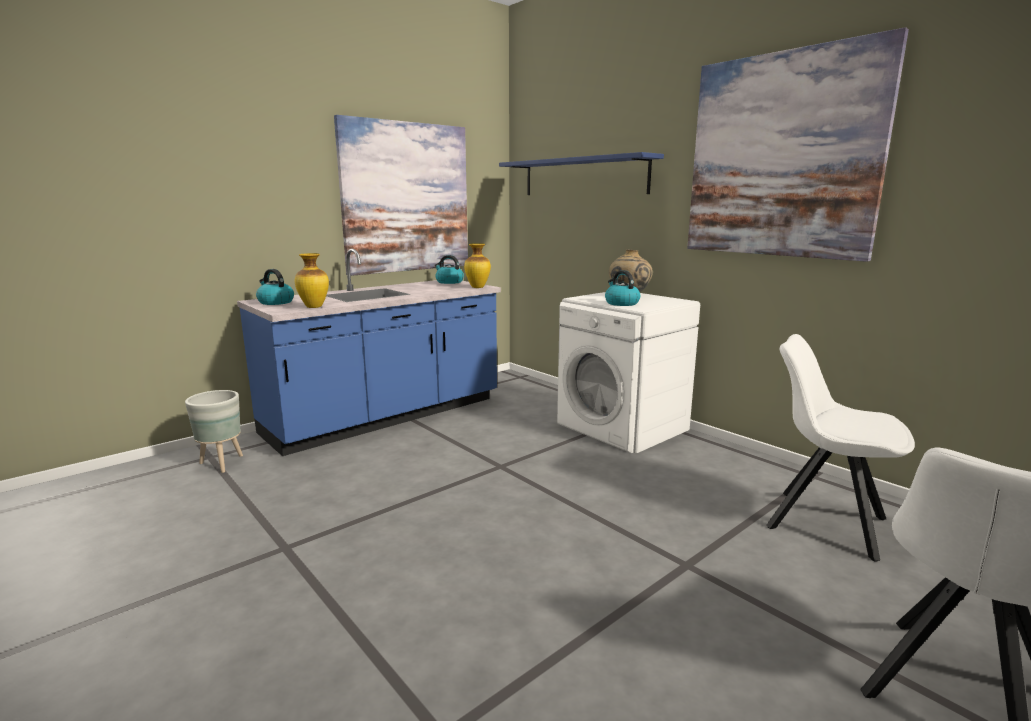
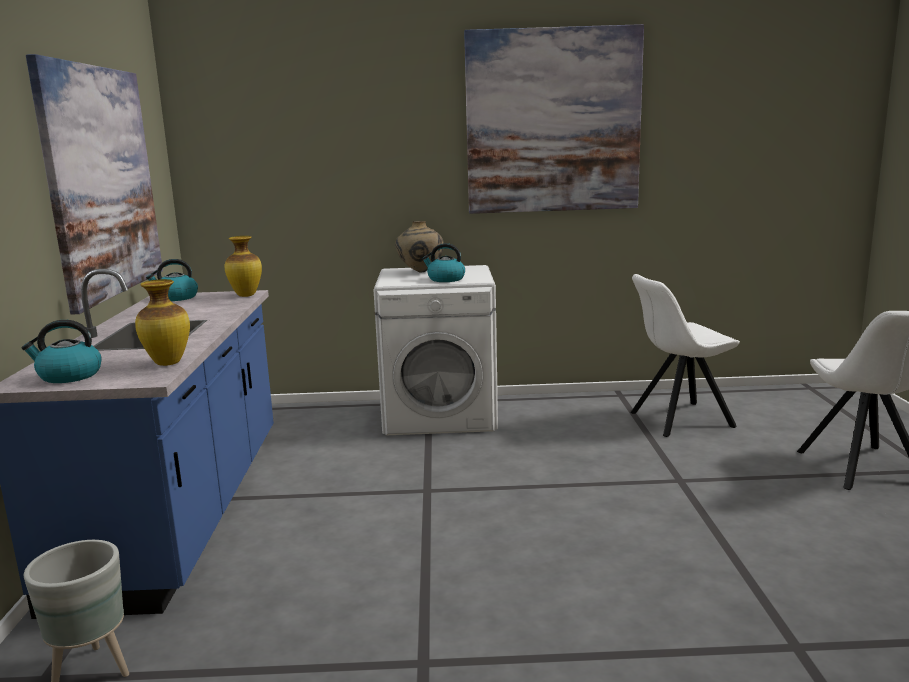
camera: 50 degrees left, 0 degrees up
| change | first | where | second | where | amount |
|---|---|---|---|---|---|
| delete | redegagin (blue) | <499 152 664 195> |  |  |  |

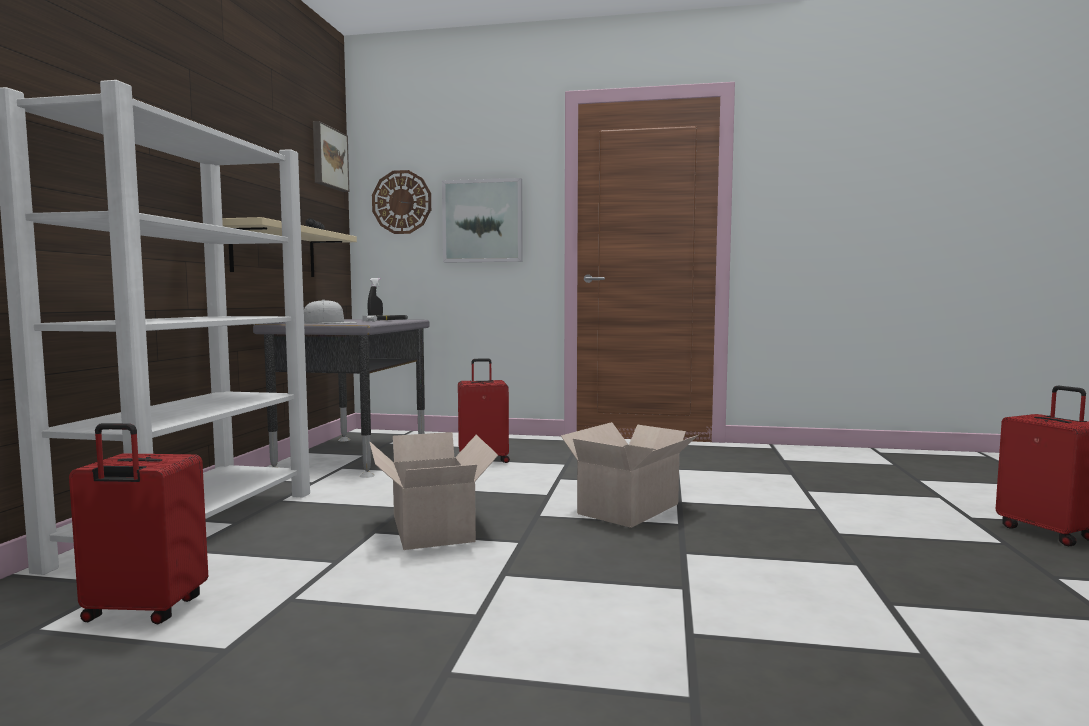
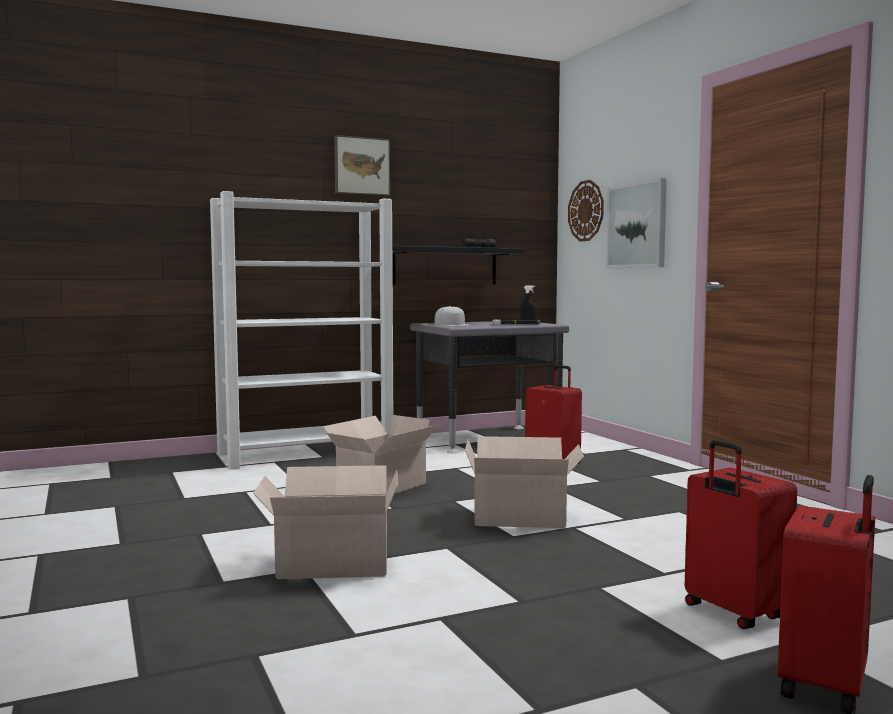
camera: 55 degrees right, 0 degrees up
| change | first | where | second | where | amount |
|---|---|---|---|---|---|
| move | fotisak | <313 121 349 192> |  | <334 135 390 196> |  |
| recolor | redegagin (beige) | <222 217 357 277> | redegagin (black) | <379 246 524 285> |  |
| move | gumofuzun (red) | <69 423 208 624> |  | <685 440 797 629> |  |
| insert |  |  | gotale | <253 465 398 579> |  |

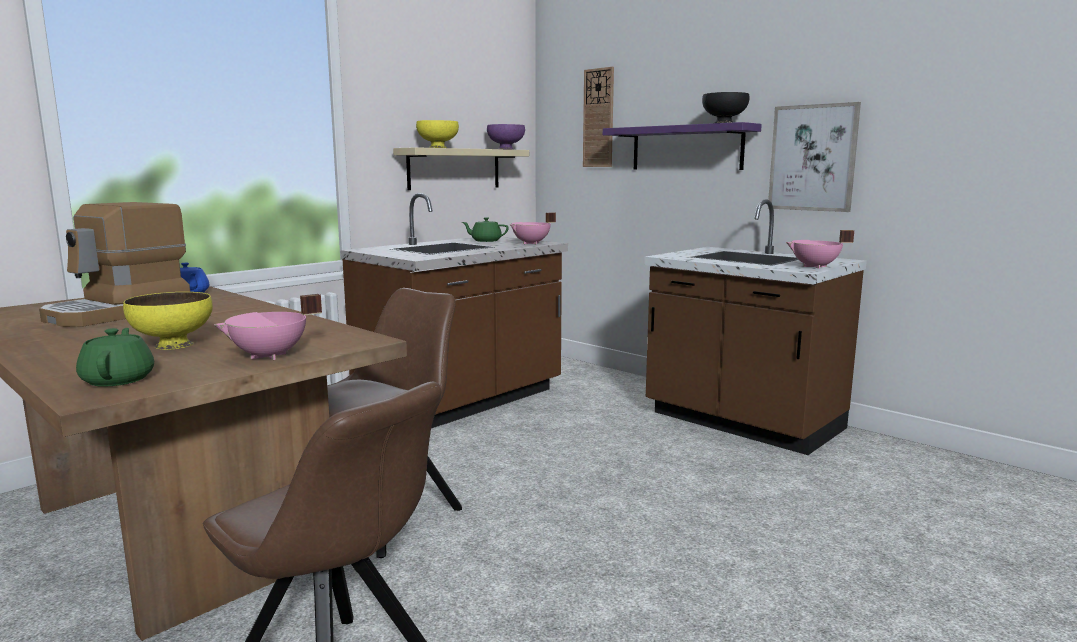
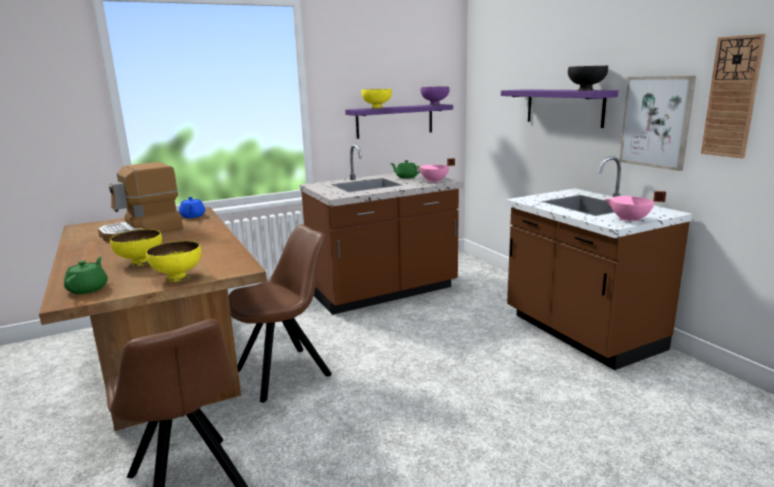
camera: 20 degrees right, 5 degrees up
| change | first | where | second | where | amount |
|---|---|---|---|---|---|
| move | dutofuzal | <583 67 614 167> |  | <701 34 766 158> |  |
| recolor | redegagin (beige) | <393 147 529 190> | redegagin (purple) | <345 104 453 139> |  |
| replace | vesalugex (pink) | <214 294 322 360> | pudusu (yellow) | <146 241 201 282> |  |

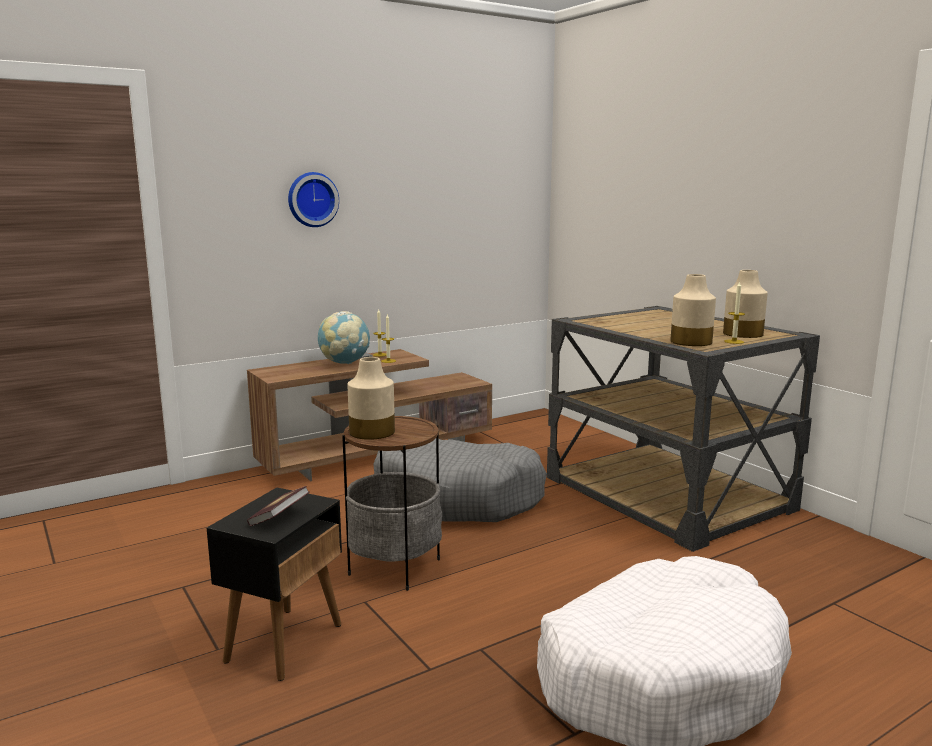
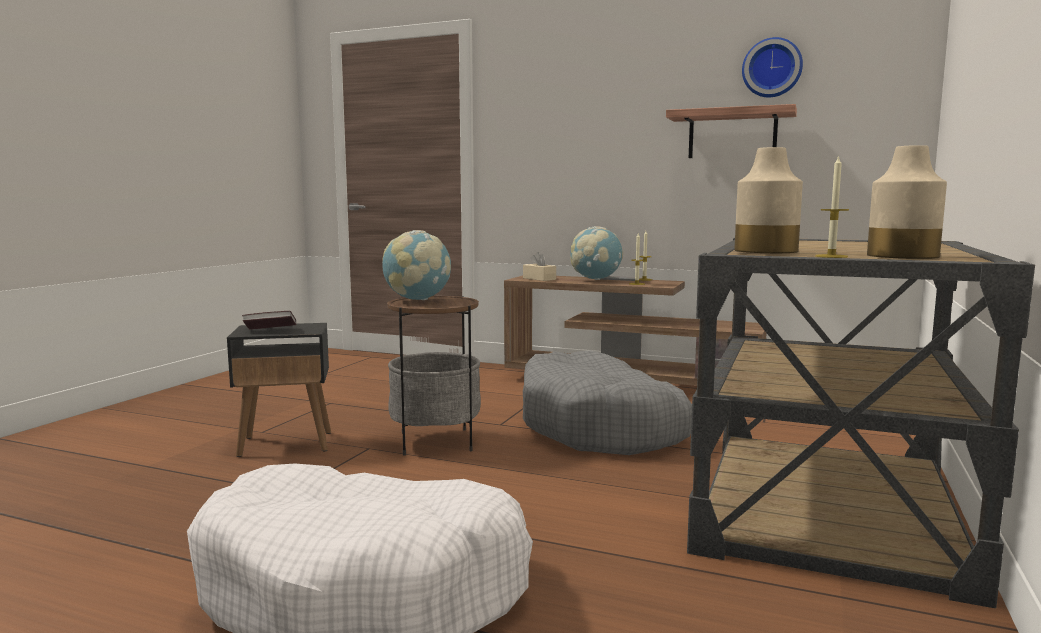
camera: 55 degrees right, 5 degrees down
| change | first | where | second | where | amount |
|---|---|---|---|---|---|
| move | dutofuzal | <288 172 339 227> |  | <742 37 803 97> |  |
| replace | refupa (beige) | <347 357 395 440> | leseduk | <382 230 451 300> |  |
| insert |  |  | redegagin | <666 104 797 158> |  |
| insert |  |  | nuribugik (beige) | <523 252 556 281> |  |

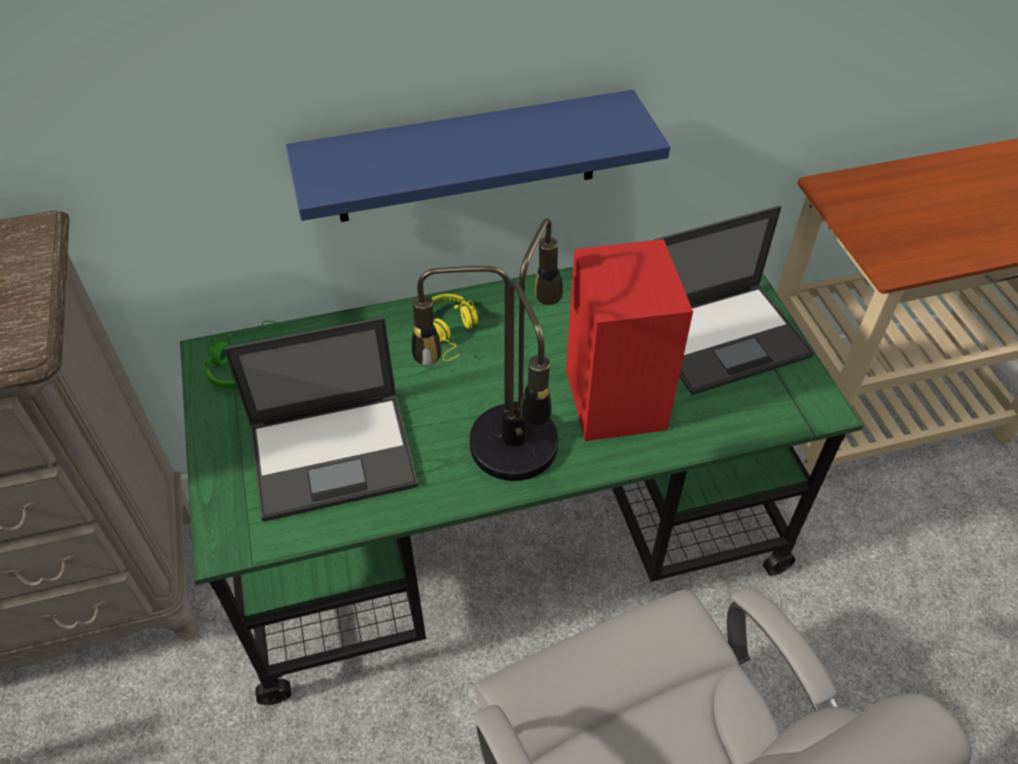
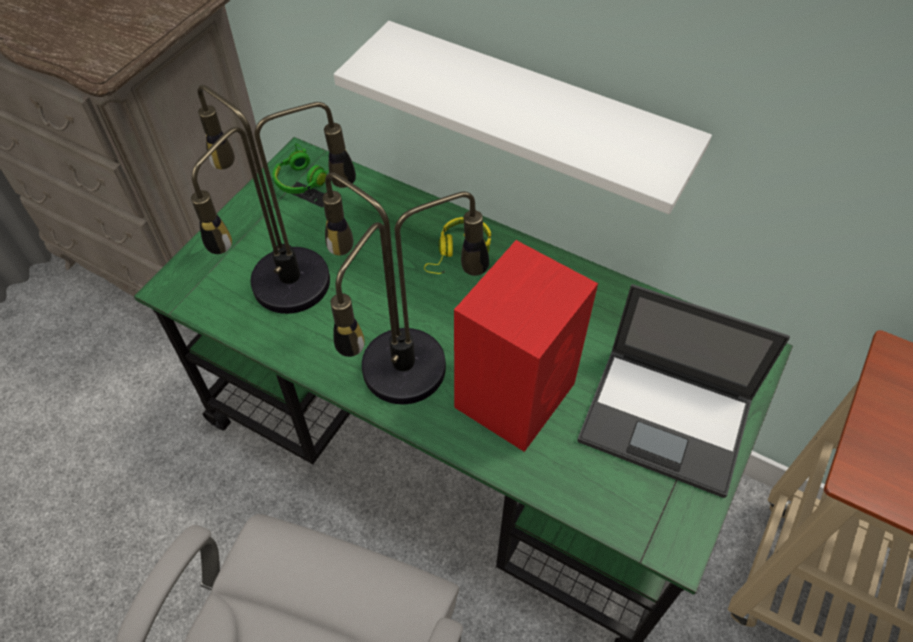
camera: 45 degrees right, 5 degrees up
| change | first | where | second | where | amount |
|---|---|---|---|---|---|
| recolor | redegagin (blue) | <286 90 670 222> | redegagin (white) | <334 21 712 214> |  |
| replace | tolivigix | <224 317 418 522> | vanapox | <191 85 356 314> |  |

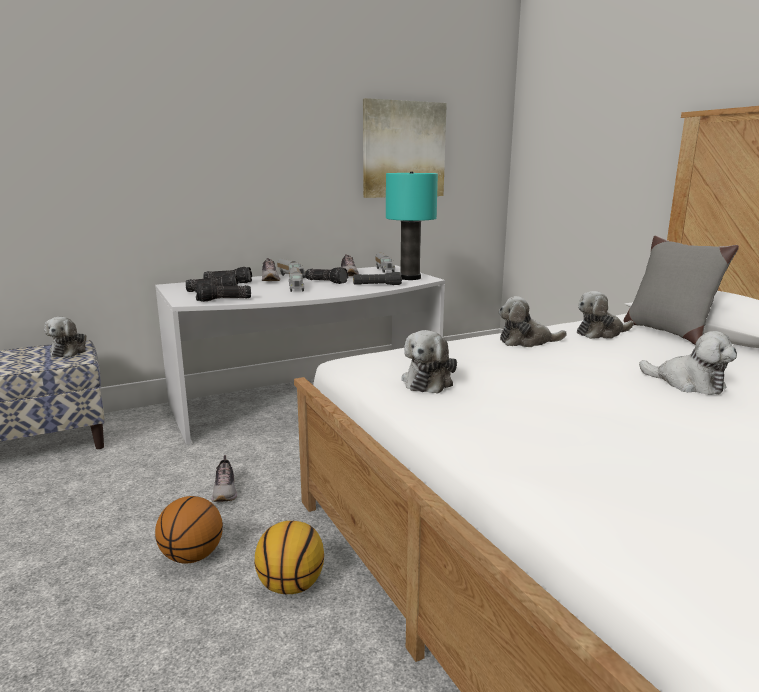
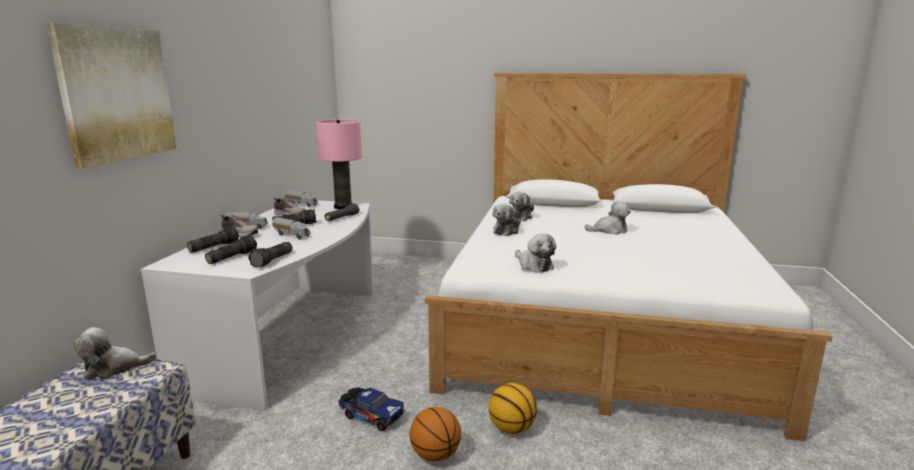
camera: 50 degrees left, 0 degrees up
| change | first | where | second | where | amount |
|---|---|---|---|---|---|
| move | fotisak | <363 98 447 198> |  | <47 22 176 168> |  |
| recolor | vanapox (turquoise) | <386 172 438 280> | vanapox (pink) | <316 119 362 209> |  |
| delete | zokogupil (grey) | <624 235 739 345> |  |  |  |
| rotate | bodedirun | <44 317 87 357> |  | <74 327 157 379> | 120 degrees clockwise |
| replace | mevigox | <211 455 237 502> | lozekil | <338 387 404 431> |  |

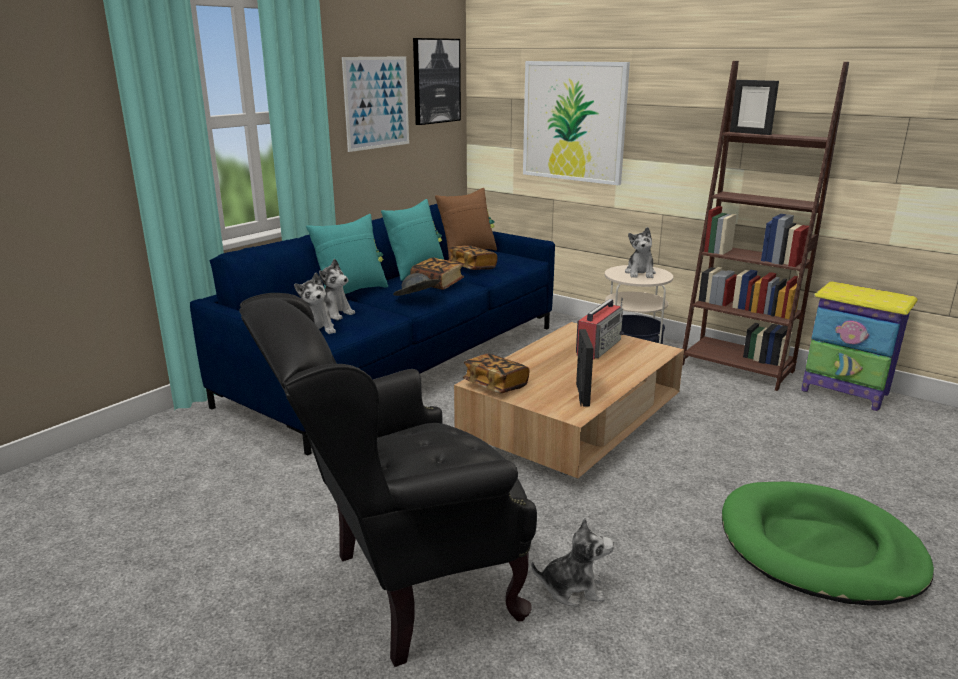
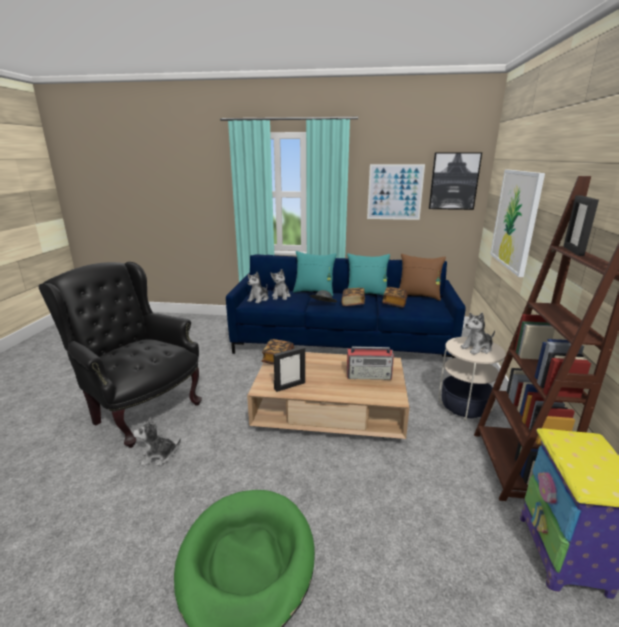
camera: 60 degrees right, 0 degrees up
| change | first | where | second | where | amount |
|---|---|---|---|---|---|
| rotate | bodedirun | <531 518 614 607> |  | <133 417 181 466> | 105 degrees clockwise |

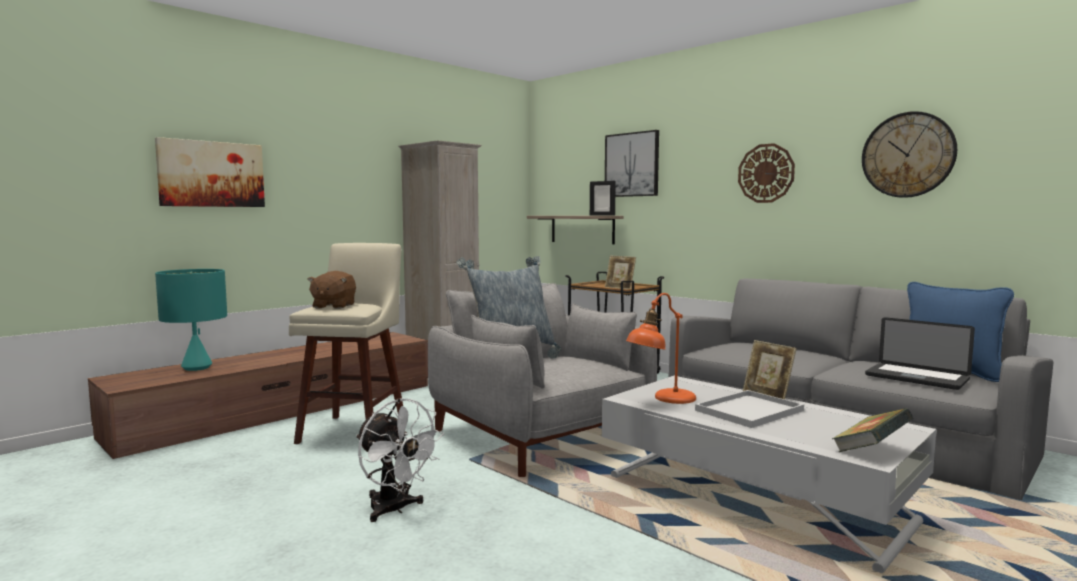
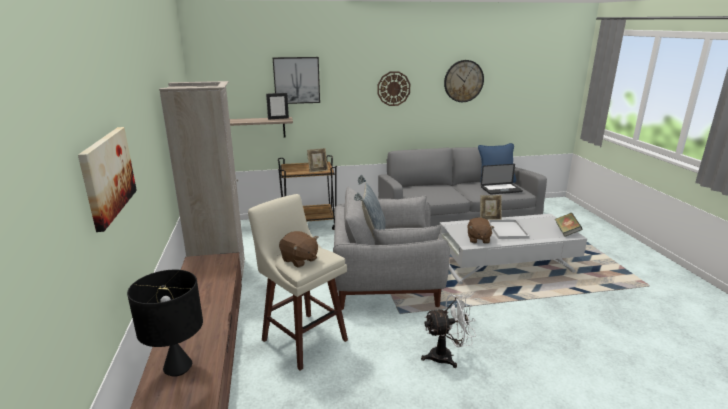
camera: 55 degrees left, 15 degrees up
| change | first | where | second | where | amount |
|---|---|---|---|---|---|
| recolor | vanapox (turquoise) | <155 269 227 371> | vanapox (black) | <127 270 203 377> |  |
| replace | vanapox (orange) | <626 293 696 404> | bodedirun (brown) | <468 217 494 244> |  |

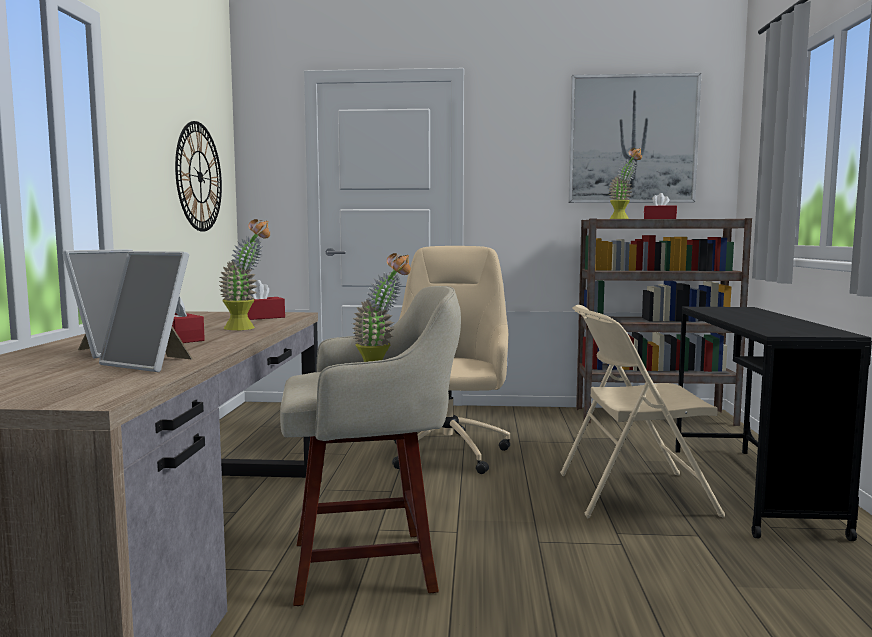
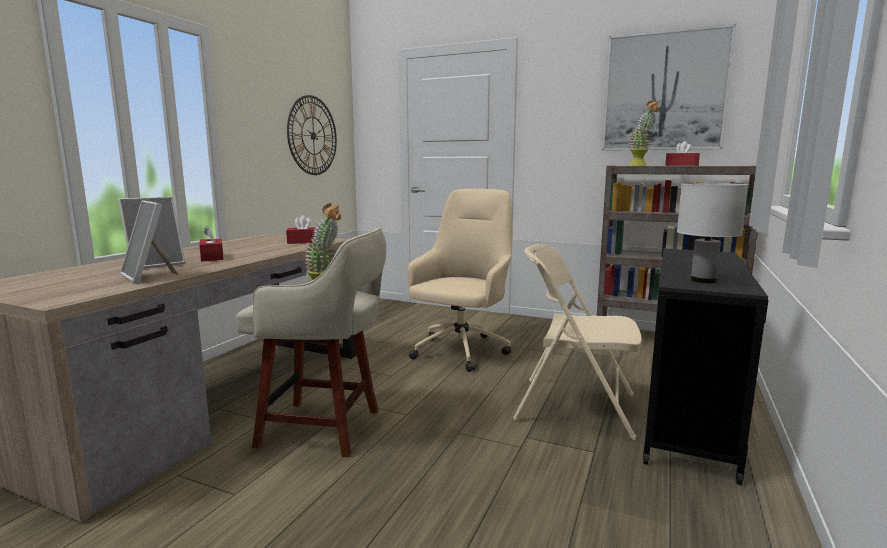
camera: 20 degrees right, 5 degrees up
| change | first | where | second | where | amount |
|---|---|---|---|---|---|
| delete | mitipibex | <219 219 270 330> |  |  |  |
| insert |  |  | vanapox (white) | <677 183 748 283> |  |

